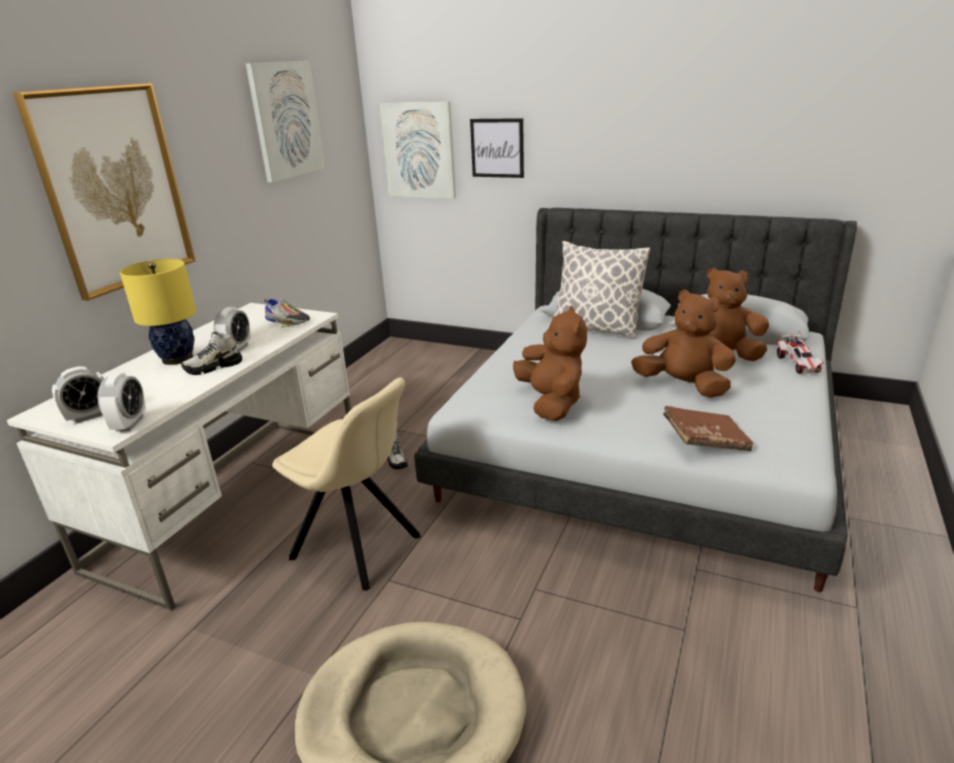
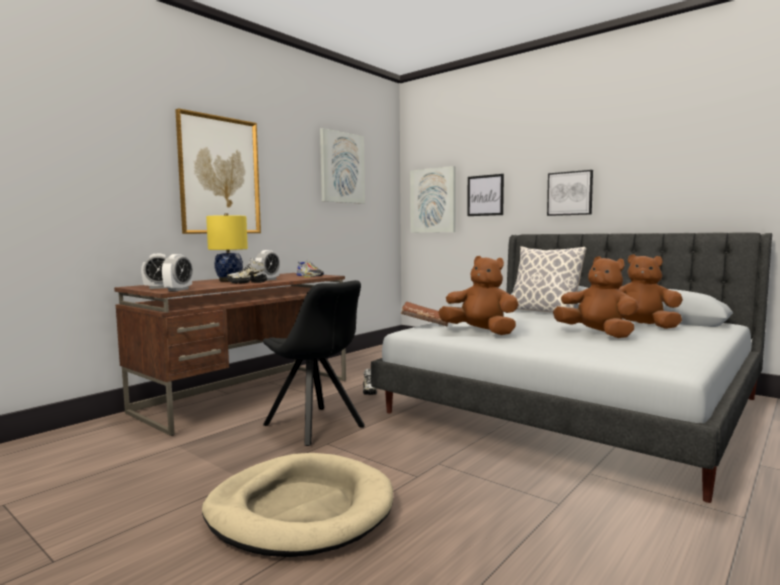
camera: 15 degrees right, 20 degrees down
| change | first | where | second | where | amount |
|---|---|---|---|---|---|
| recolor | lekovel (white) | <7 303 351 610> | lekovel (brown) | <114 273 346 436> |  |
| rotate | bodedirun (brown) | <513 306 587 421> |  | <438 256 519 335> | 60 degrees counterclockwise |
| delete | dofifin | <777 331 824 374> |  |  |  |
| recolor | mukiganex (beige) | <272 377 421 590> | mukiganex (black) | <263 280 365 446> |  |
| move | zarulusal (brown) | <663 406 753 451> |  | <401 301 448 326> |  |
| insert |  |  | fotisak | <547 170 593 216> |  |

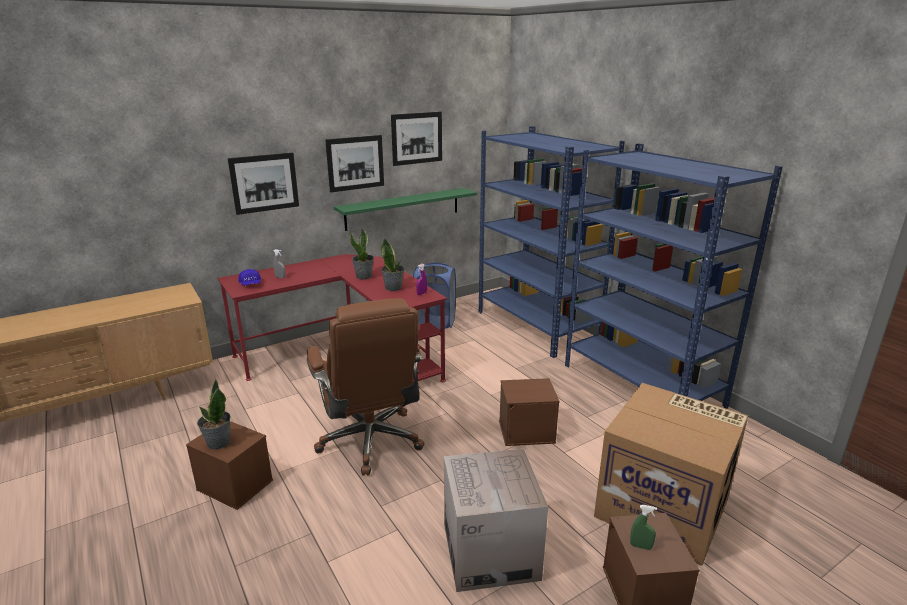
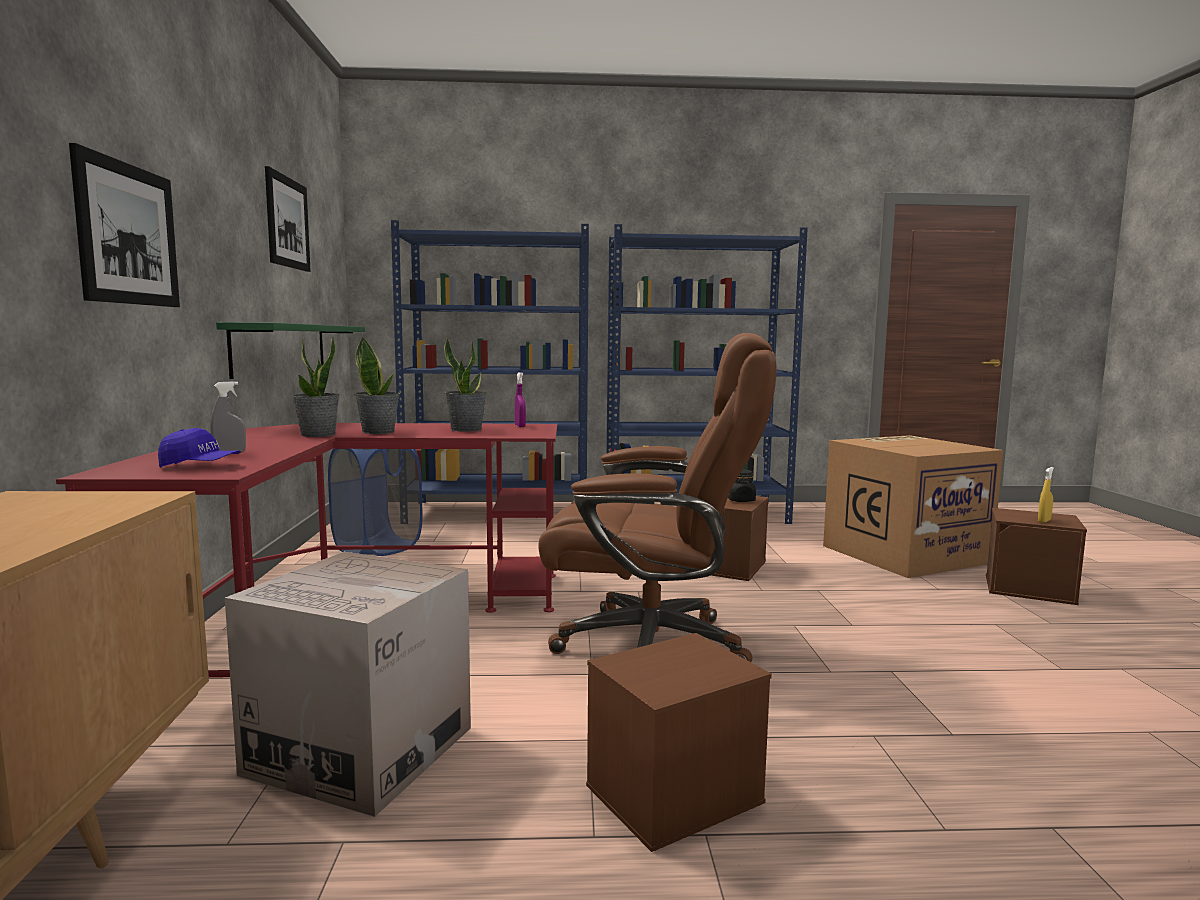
camera: 60 degrees left, 15 degrees down
| change | first | where | second | where | amount |
|---|---|---|---|---|---|
| delete | fotisak | <325 135 384 192> |  |  |  |
| move | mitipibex | <197 380 231 450> |  | <292 336 340 437> |  |
| move | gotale | <444 449 548 592> |  | <225 552 471 817> |  |
| recolor | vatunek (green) | <630 505 657 550> | vatunek (yellow) | <1038 467 1054 523> |  |
| insert |  |  | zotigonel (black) | <728 469 756 502> |  |

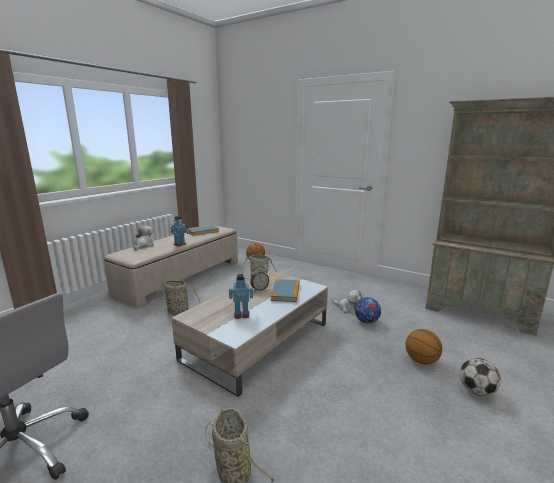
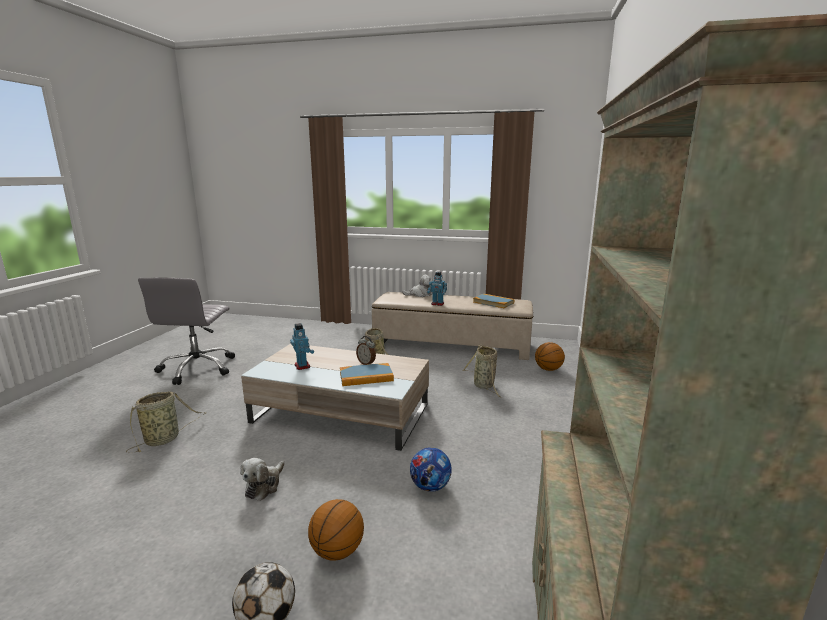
camera: 70 degrees right, 0 degrees up
| change | first | where | second | where | amount |
|---|---|---|---|---|---|
| move | bodedirun | <332 290 362 314> |  | <240 458 285 501> |  |

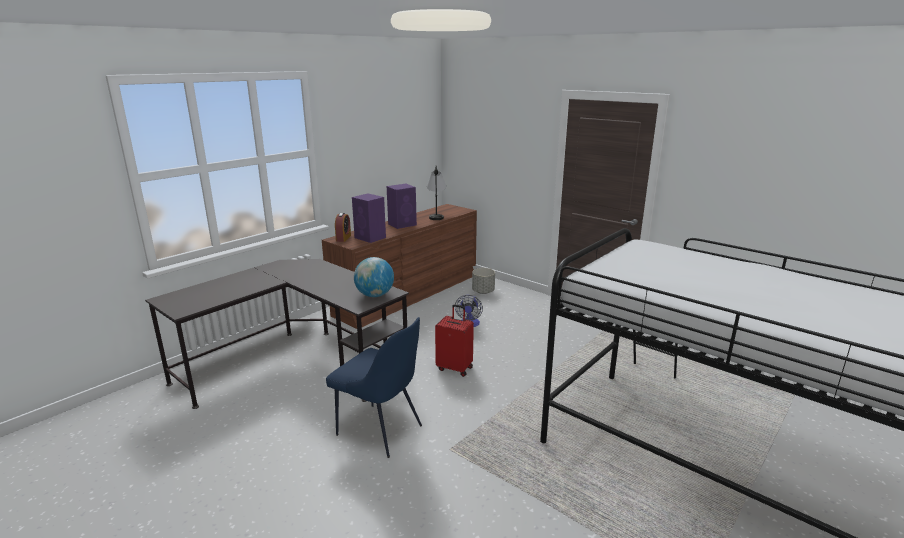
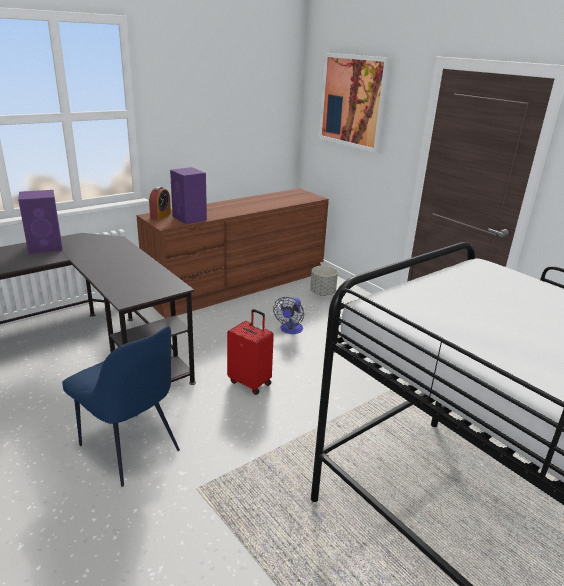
camera: 10 degrees right, 5 degrees up
| change | first | where | second | where | amount |
|---|---|---|---|---|---|
| delete | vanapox | <427 165 446 220> |  |  |  |
| move | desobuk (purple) | <387 184 417 229> |  | <18 190 62 254> |  |
| delete | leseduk | <354 257 394 297> |  |  |  |
| insert |  |  | fotisak | <319 53 391 153> |  |

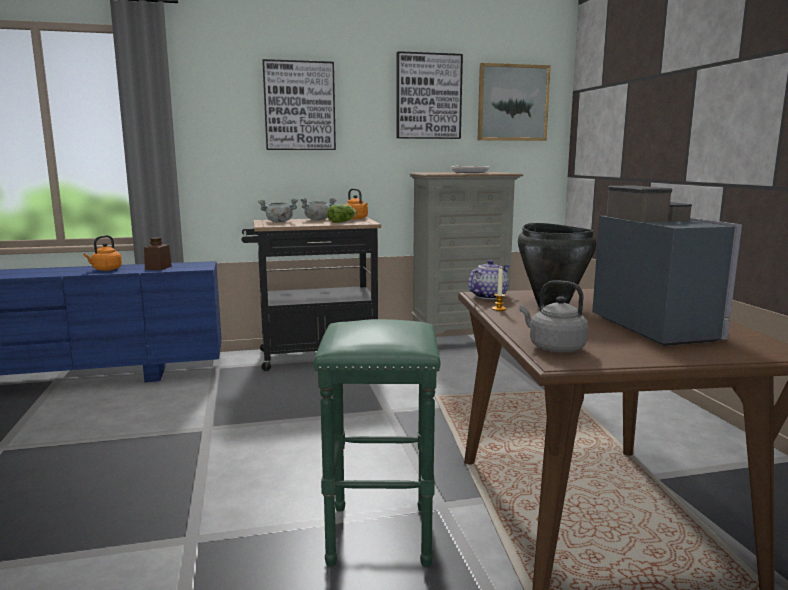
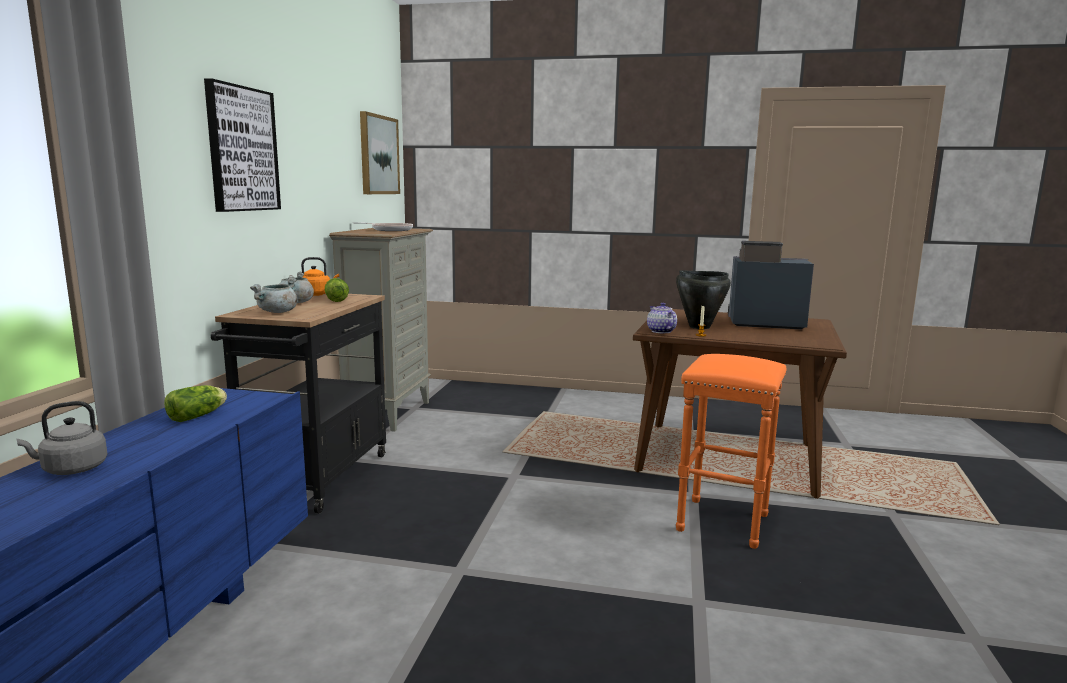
camera: 65 degrees left, 0 degrees up
| change | first | where | second | where | amount |
|---|---|---|---|---|---|
| delete | fotisak | <397 51 463 139> |  |  |  |
| delete | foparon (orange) | <83 235 122 271> |  |  |  |
| replace | zotigonel (brown) | <144 237 172 270> | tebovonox | <164 385 227 422> |  |
| move | foparon (grey) | <520 280 588 353> |  | <16 401 107 475> |  |
| recolor | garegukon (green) | <314 319 441 567> | garegukon (orange) | <676 354 786 549> |  |

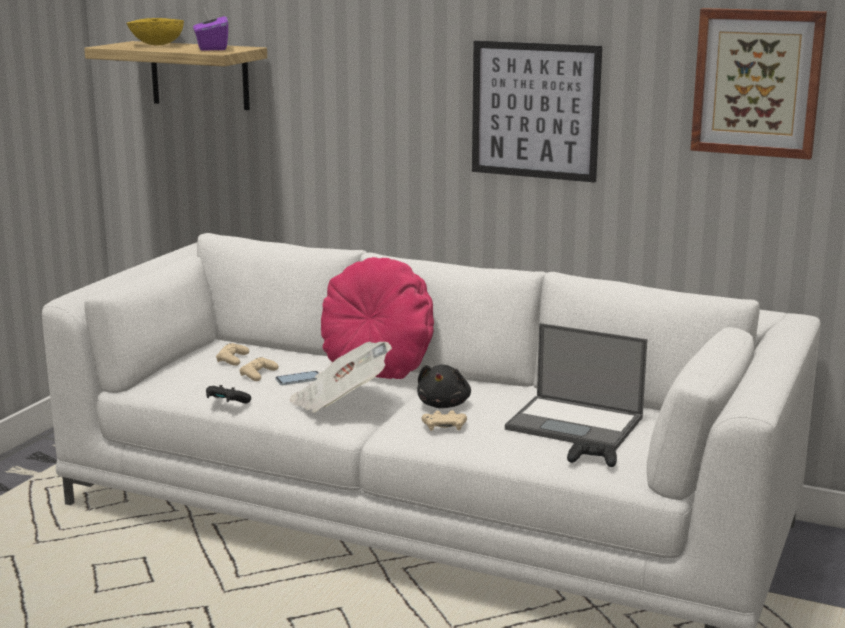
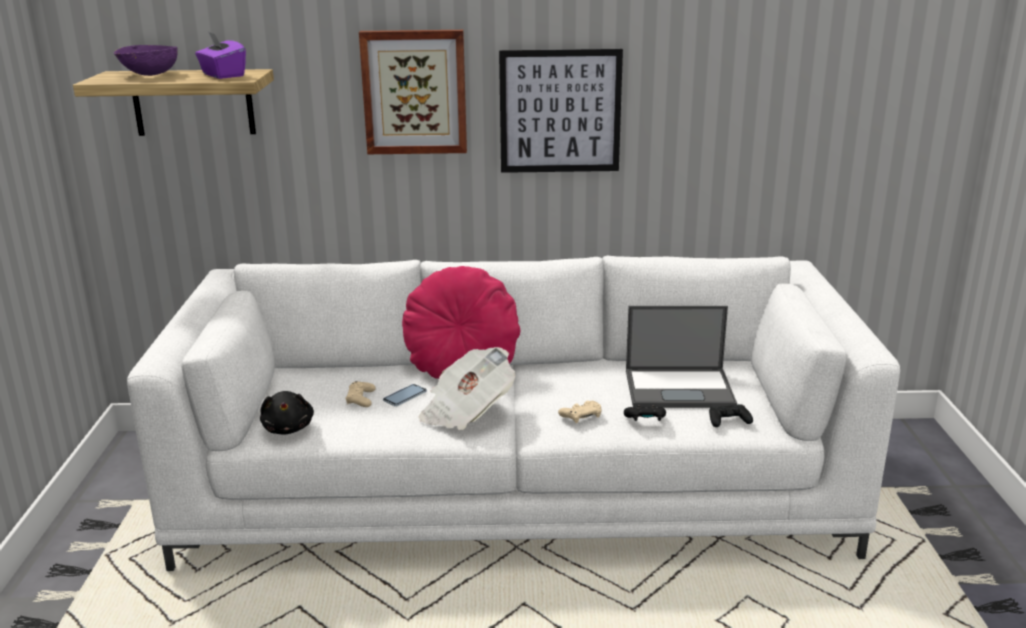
camera: 25 degrees left, 5 degrees up
| change | first | where | second | where | amount |
|---|---|---|---|---|---|
| move | fotisak | <690 8 827 159> |  | <359 30 467 154> |  |
| recolor | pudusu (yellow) | <126 18 184 45> | pudusu (purple) | <113 45 177 76> |  |
| delete | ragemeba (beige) | <216 343 249 366> |  |  |  |
| move | bodedirun (black) | <417 365 471 408> |  | <260 391 314 435> |  |
| move | ragemeba (black) | <206 385 251 403> |  | <624 405 666 421> |  |

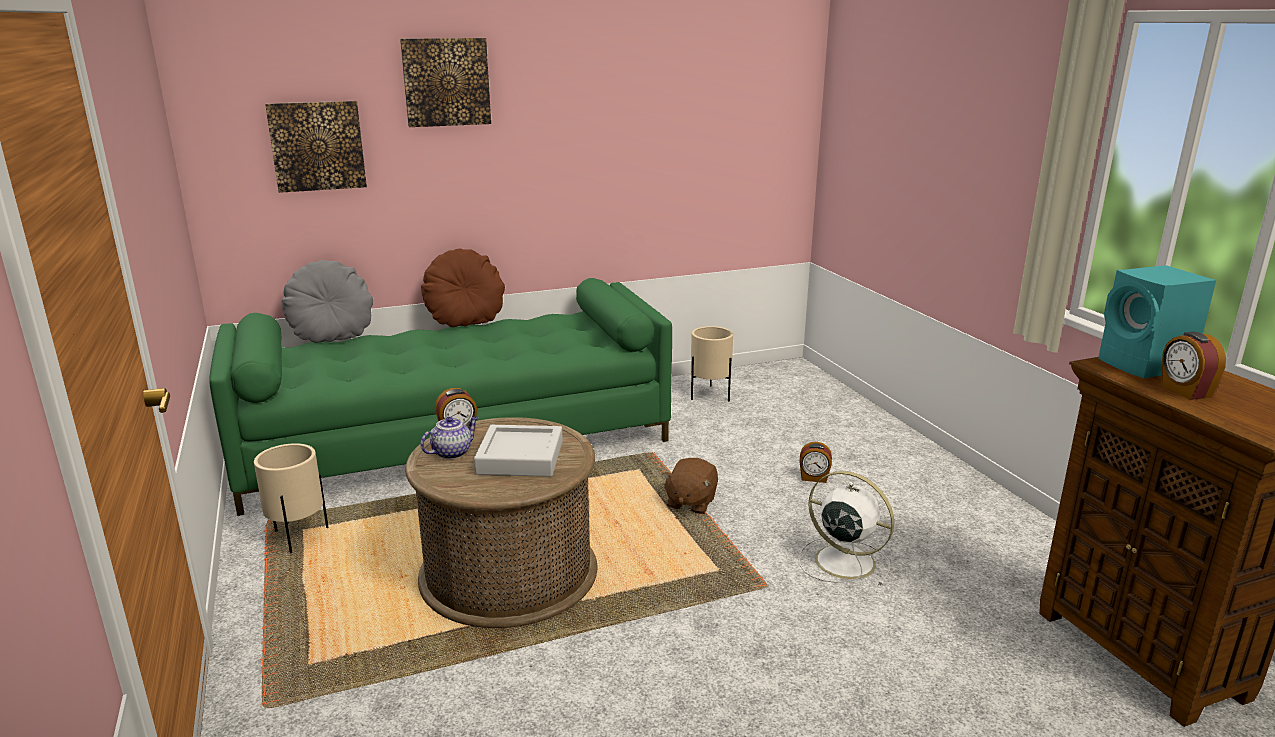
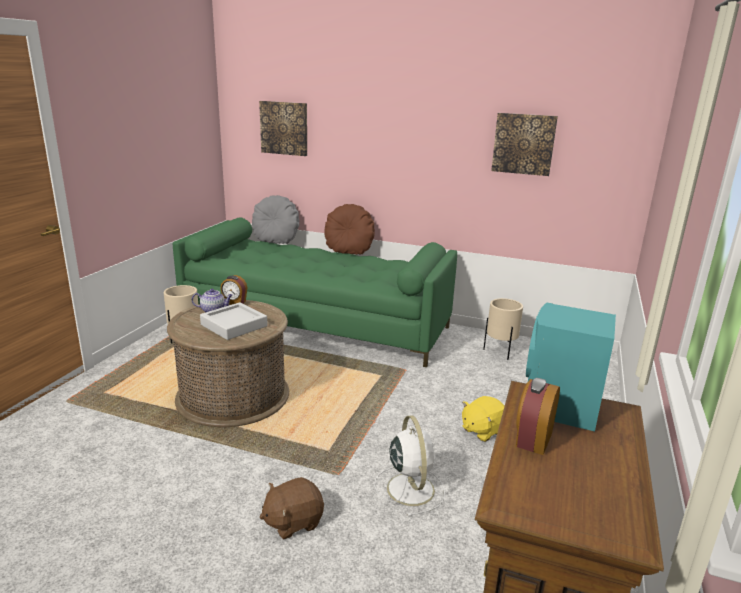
camera: 40 degrees right, 0 degrees up
| change | first | where | second | where | amount |
|---|---|---|---|---|---|
| move | fotisak | <400 38 491 127> |  | <491 113 558 176> |  |
| replace | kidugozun | <799 442 832 483> | bodedirun (yellow) | <462 396 504 442> |  |
| move | bodedirun (brown) | <662 458 718 514> |  | <260 477 324 539> |  |

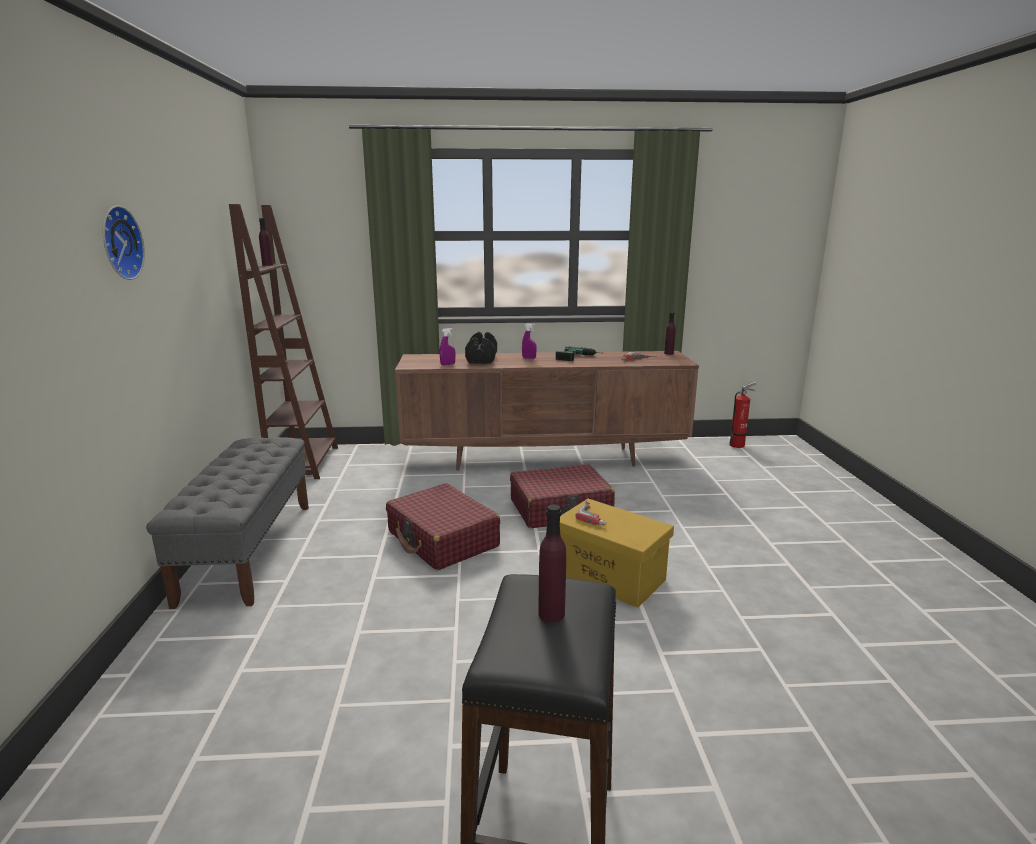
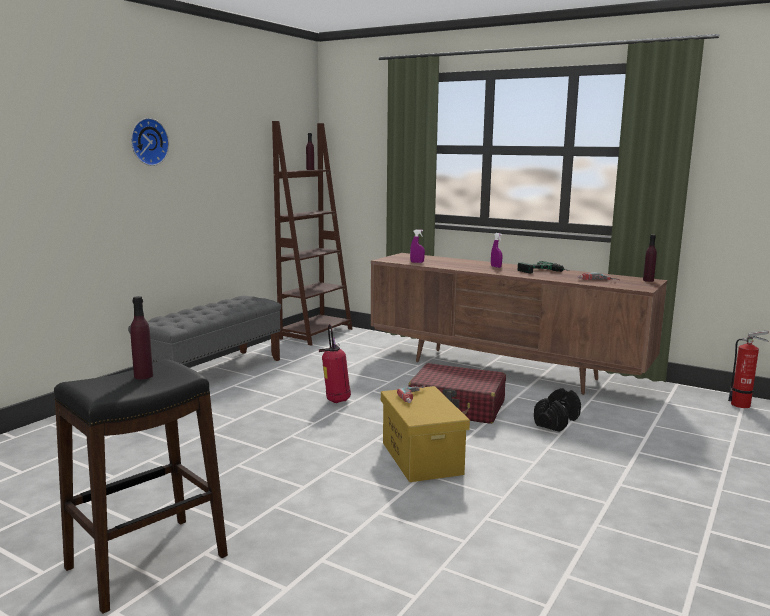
camera: 35 degrees right, 5 degrees down
| change | first | where | second | where | amount |
|---|---|---|---|---|---|
| move | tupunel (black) | <465 332 497 364> |  | <534 388 581 432> |  |
| replace | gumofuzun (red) | <386 483 500 570> | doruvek | <319 324 351 403> |  |

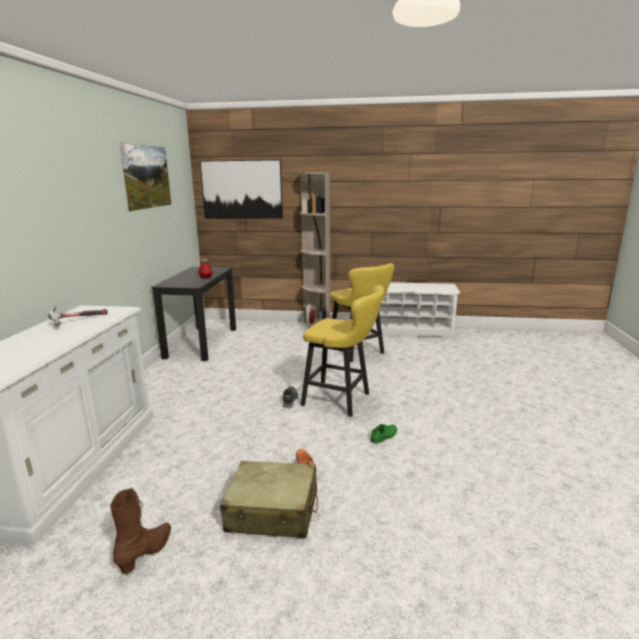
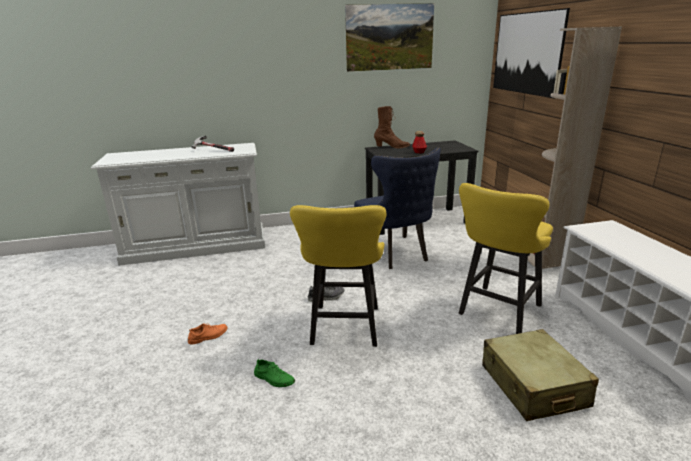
camera: 70 degrees right, 5 degrees up
| change | first | where | second | where | amount |
|---|---|---|---|---|---|
| move | gumofuzun (beige) | <220 461 318 538> |  | <482 329 599 421> |  |
| move | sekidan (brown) | <110 488 171 574> |  | <374 106 410 148> |  |
| insert |  |  | mukiganex (blue) | <354 147 441 269> |  |

